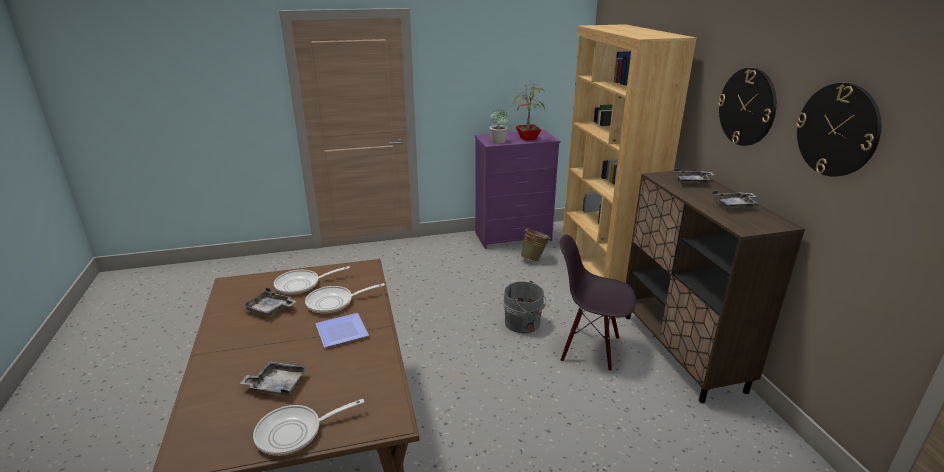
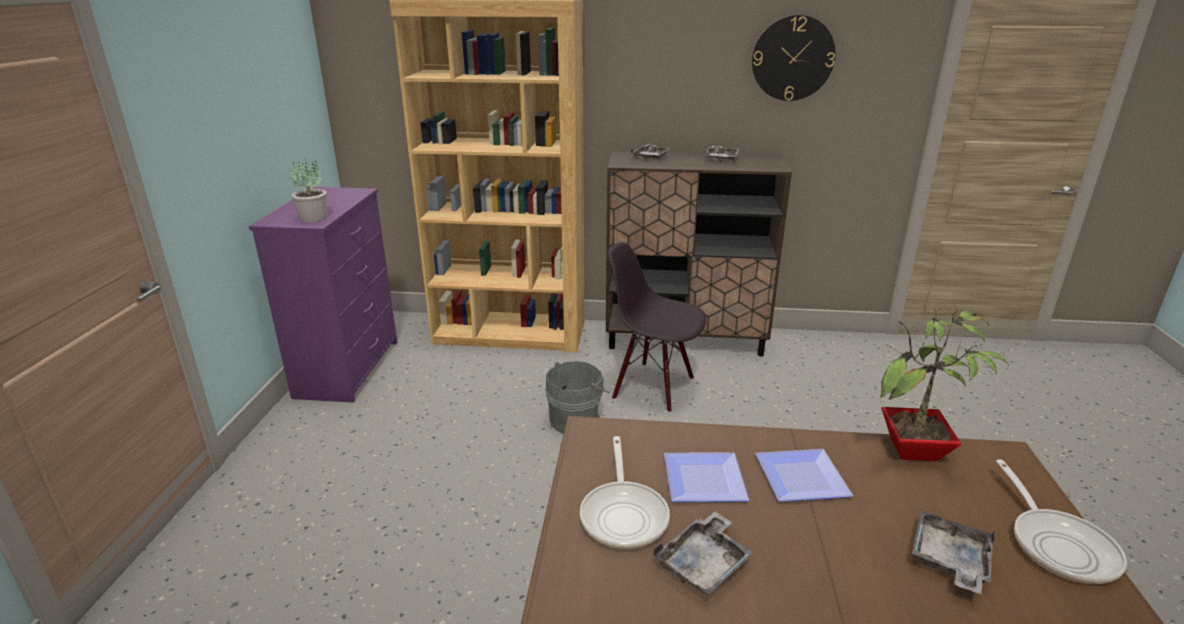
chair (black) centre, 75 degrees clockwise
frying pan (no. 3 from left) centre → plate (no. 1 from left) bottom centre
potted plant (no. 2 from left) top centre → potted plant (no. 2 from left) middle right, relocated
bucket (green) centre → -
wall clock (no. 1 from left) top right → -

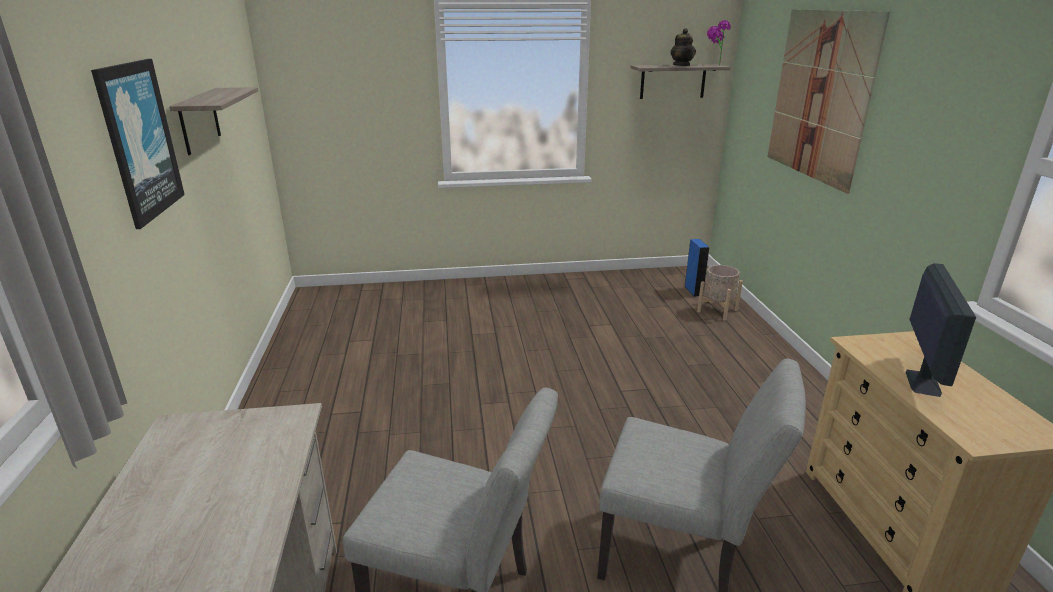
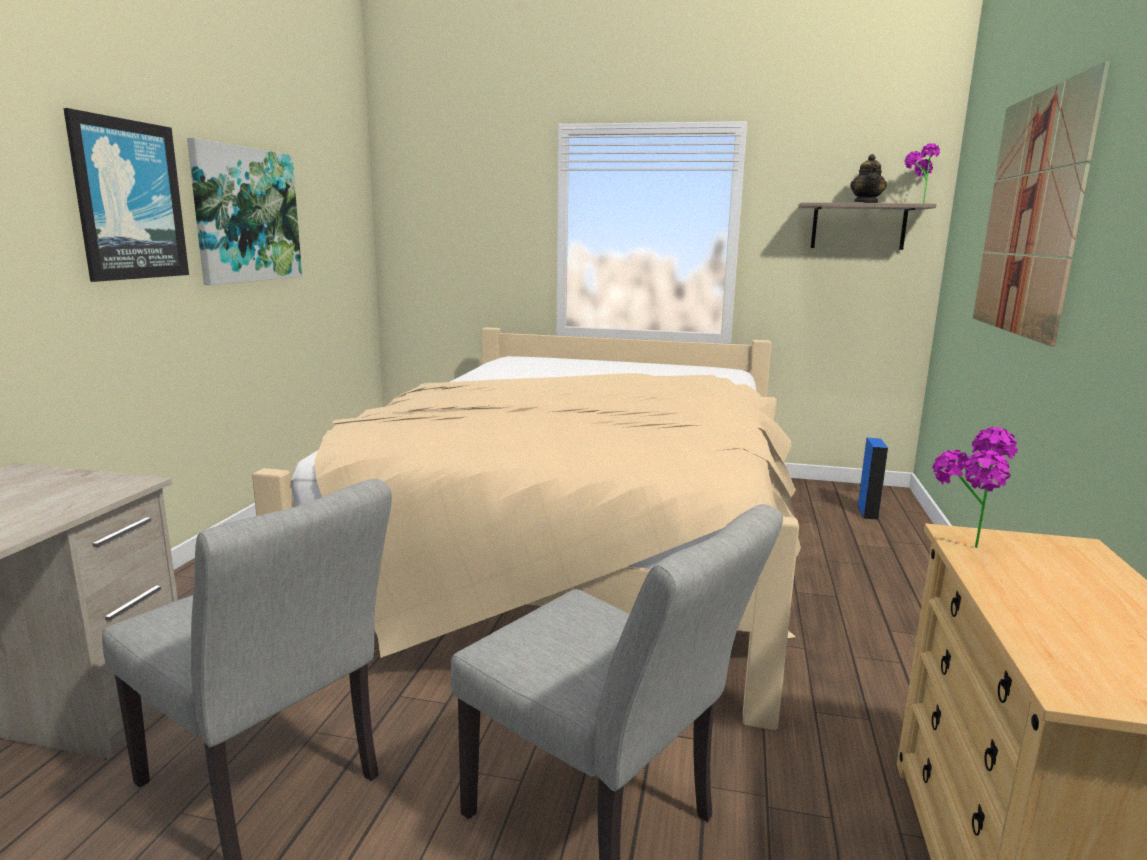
shelf (no. 1 from left) top left → picture (no. 2 from left) top left
- → bed (beige) centre
- → potted plant (no. 2 from left) middle right
planter (beige) middle right → -
monitor middle right → -

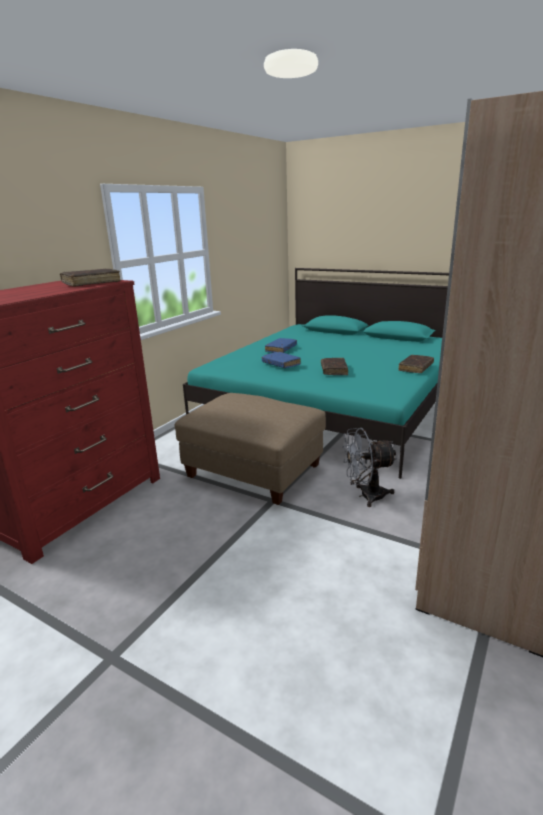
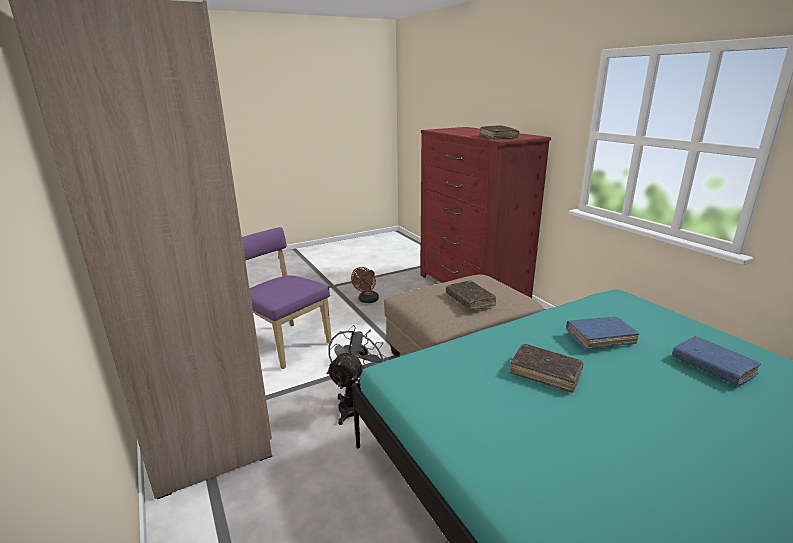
- → chair (purple) centre
- → fan (brown) centre
book (brown) (no. 3 from left in the first image) middle right → book (brown) (no. 1 from left) centre, relocated

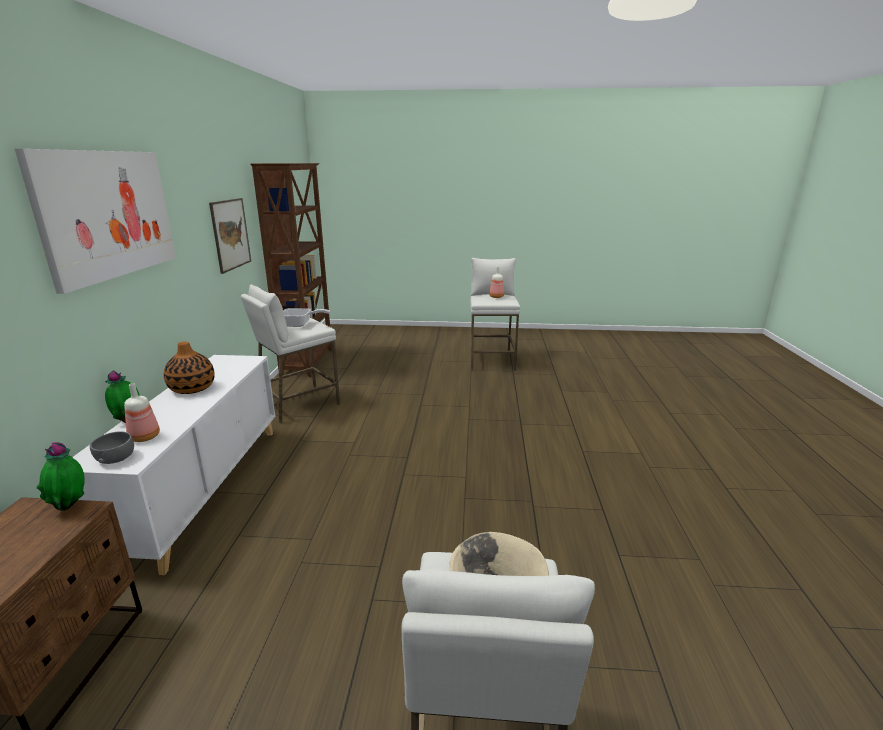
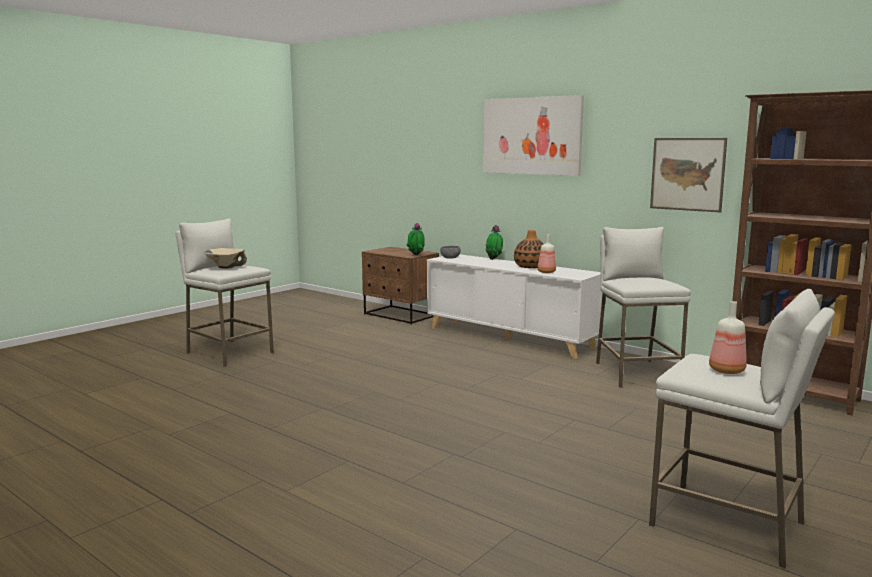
bottle (no. 1 from left) middle left → bottle (no. 1 from left) centre, relocated
frying pan centre → -

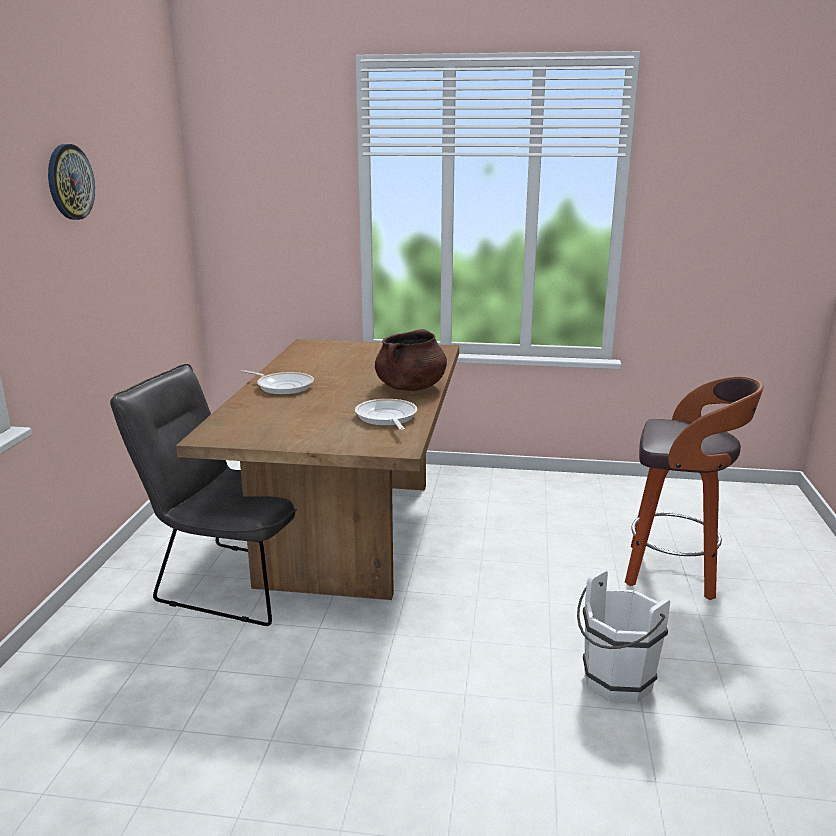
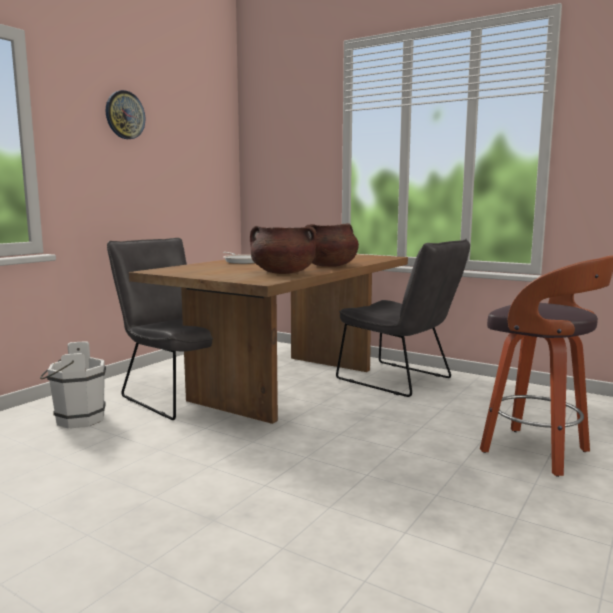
bucket (white) bottom right → bucket (white) middle left, relocated
frying pan (no. 2 from left) centre → cooking pot (brown) (no. 1 from left) centre
- → chair (grey) (no. 2 from left) centre

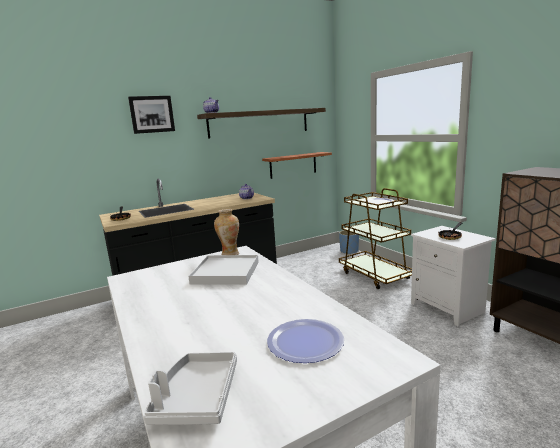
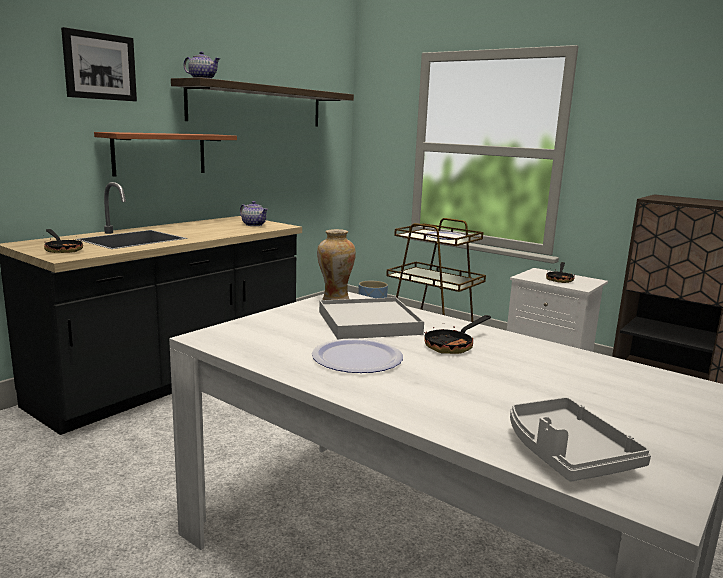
shelf (no. 2 from left in the first image) centre → shelf (no. 1 from left) top left, relocated
plate (no. 1 from left) bottom centre → plate (no. 1 from left) centre, relocated
- → frying pan (no. 2 from left) centre

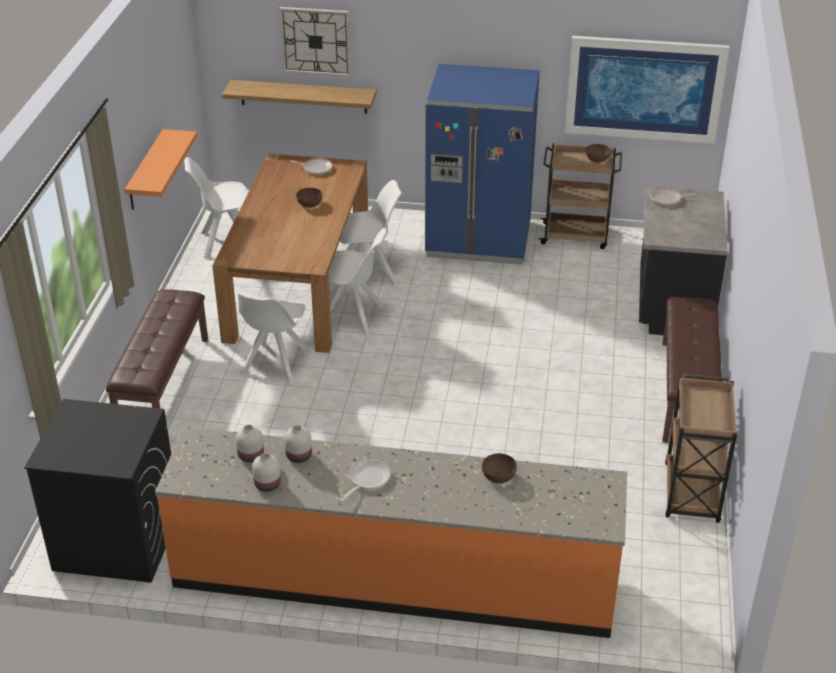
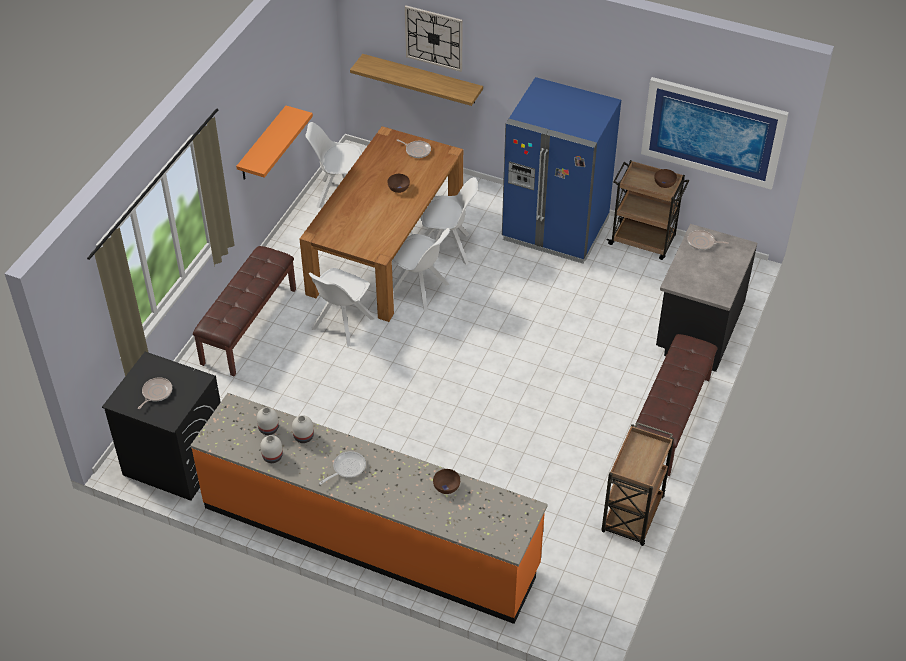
- → frying pan (no. 1 from left) middle left

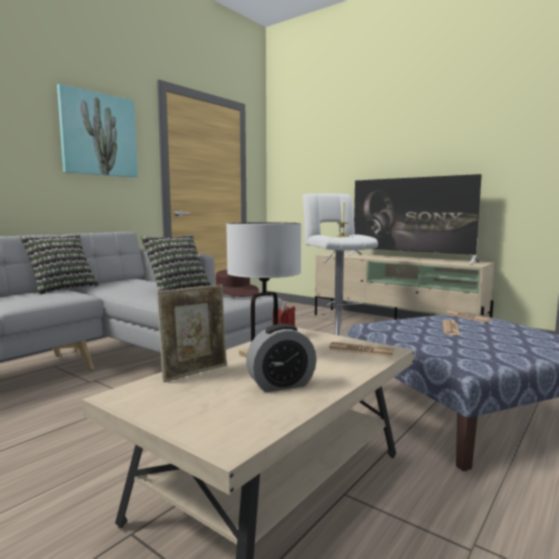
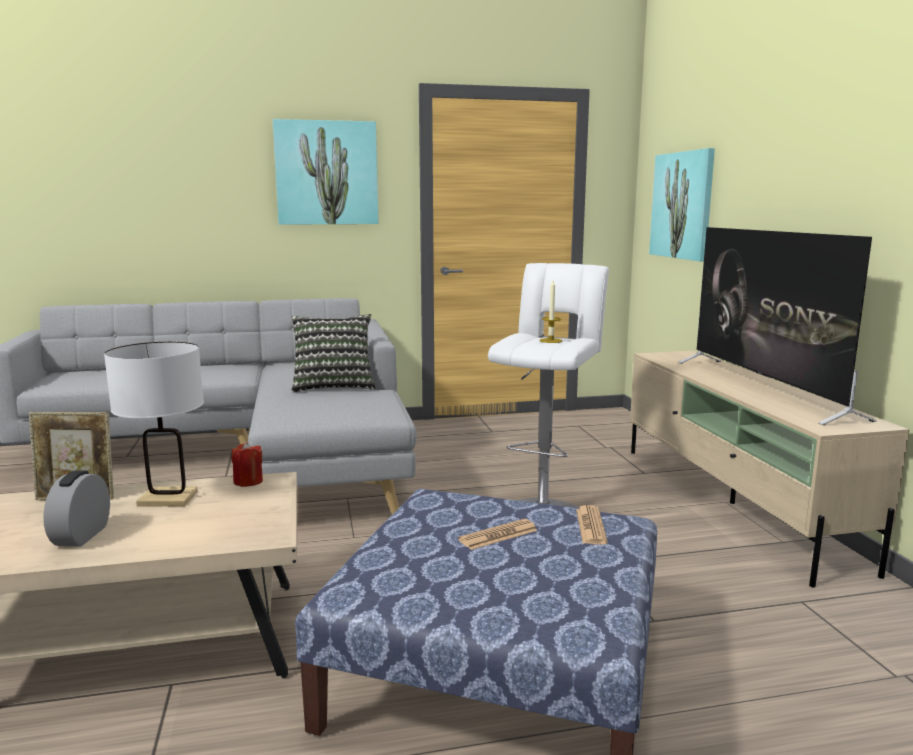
alarm clock centre → alarm clock bottom left, 75 degrees clockwise
- → picture (no. 2 from left) top right
pillow (no. 1 from left) middle left → -
hat (brown) centre → -
newspaper (no. 1 from left) centre → -

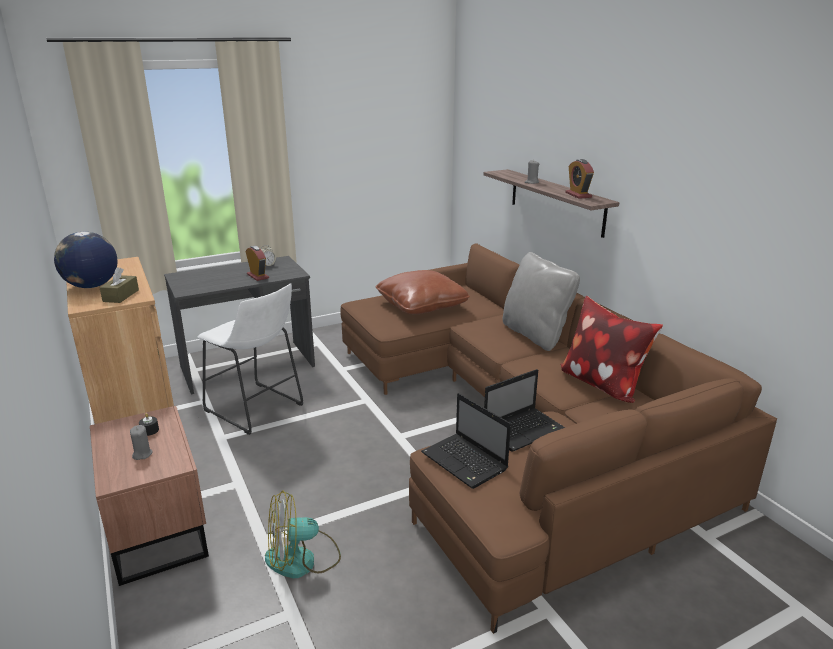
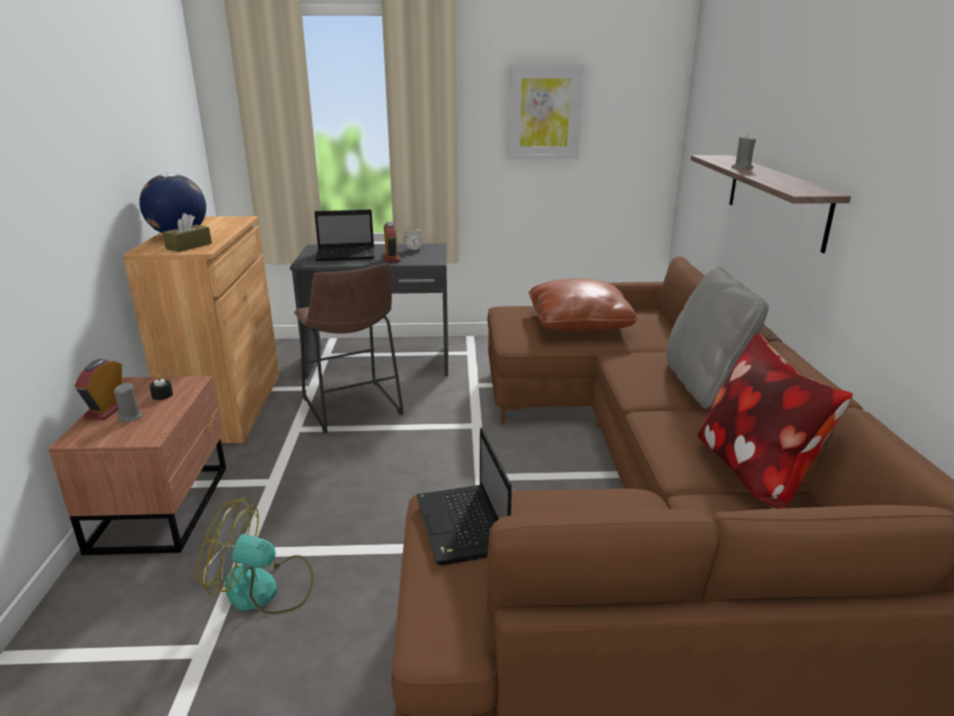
alarm clock (no. 3 from left in the first image) top right → alarm clock (no. 1 from left) middle left, relocated
stool (white) middle left → stool (brown) centre
laptop (no. 2 from left in the first image) centre → laptop (no. 1 from left) top centre, relocated
- → picture top centre

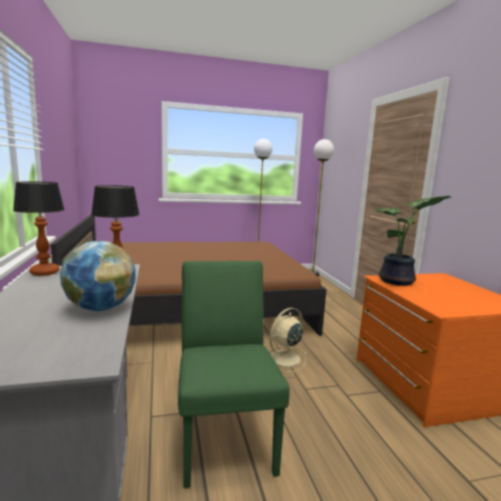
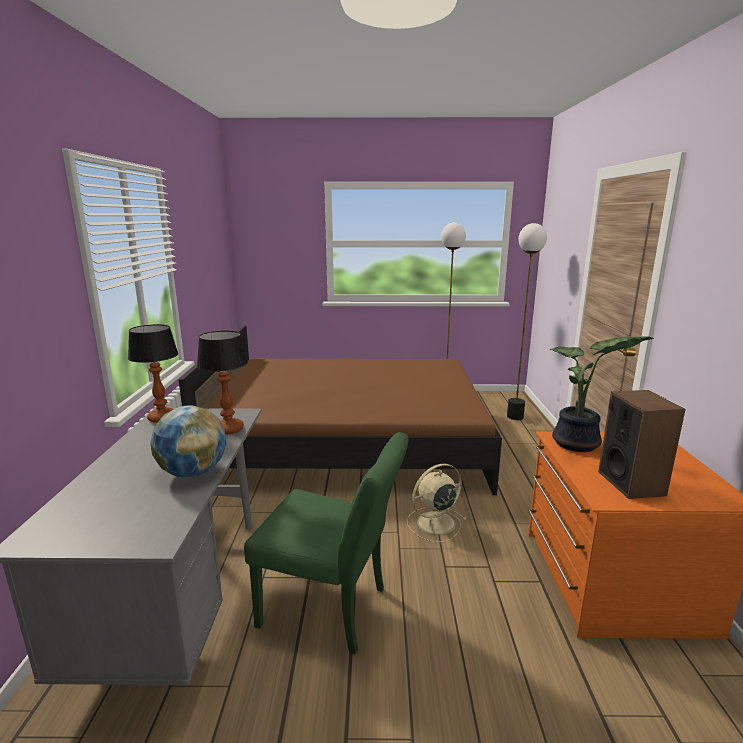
chair (green) bottom centre, 105 degrees clockwise
- → speaker middle right

